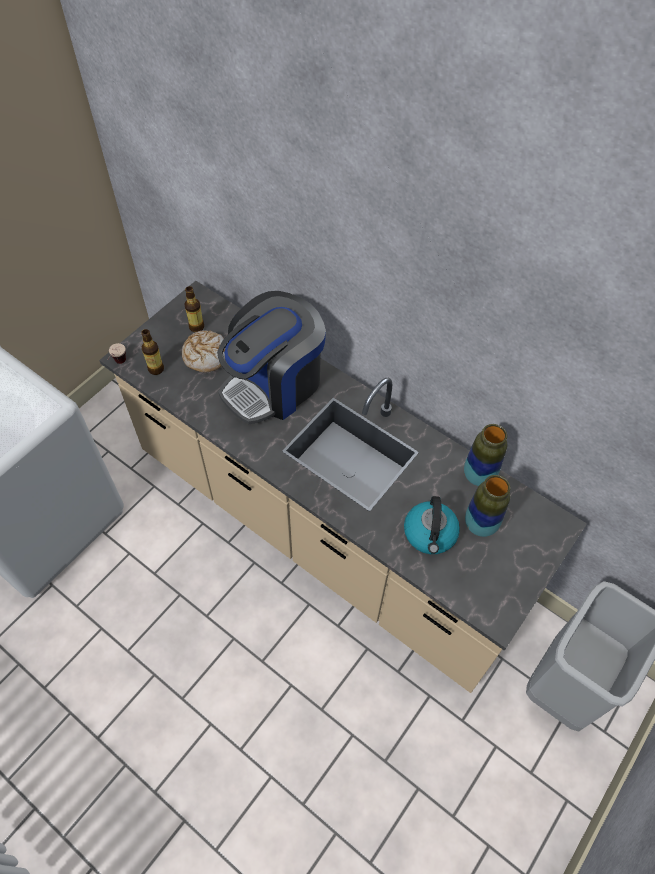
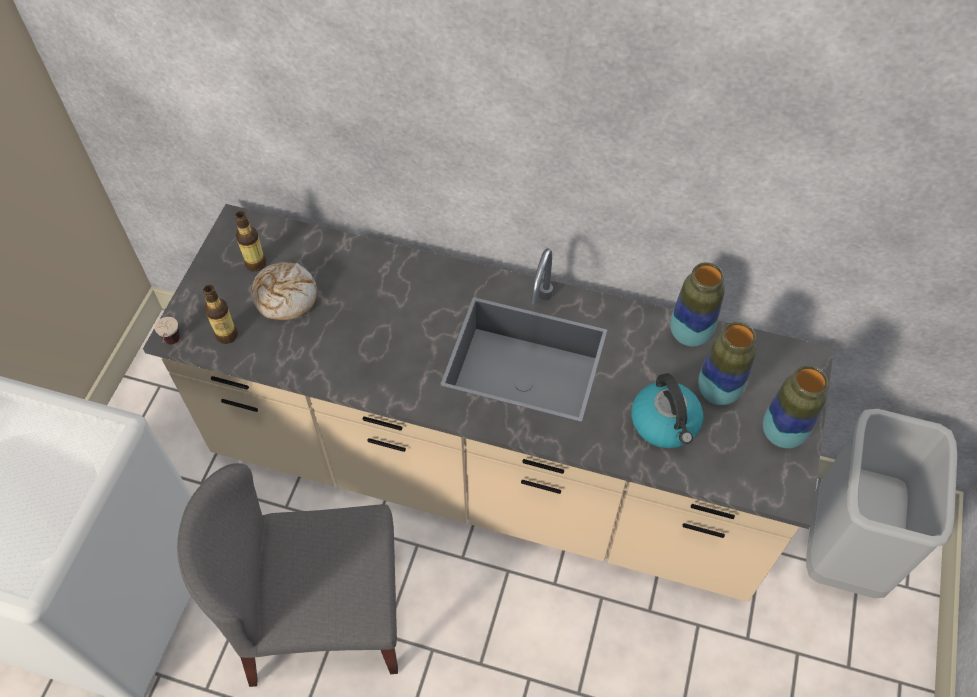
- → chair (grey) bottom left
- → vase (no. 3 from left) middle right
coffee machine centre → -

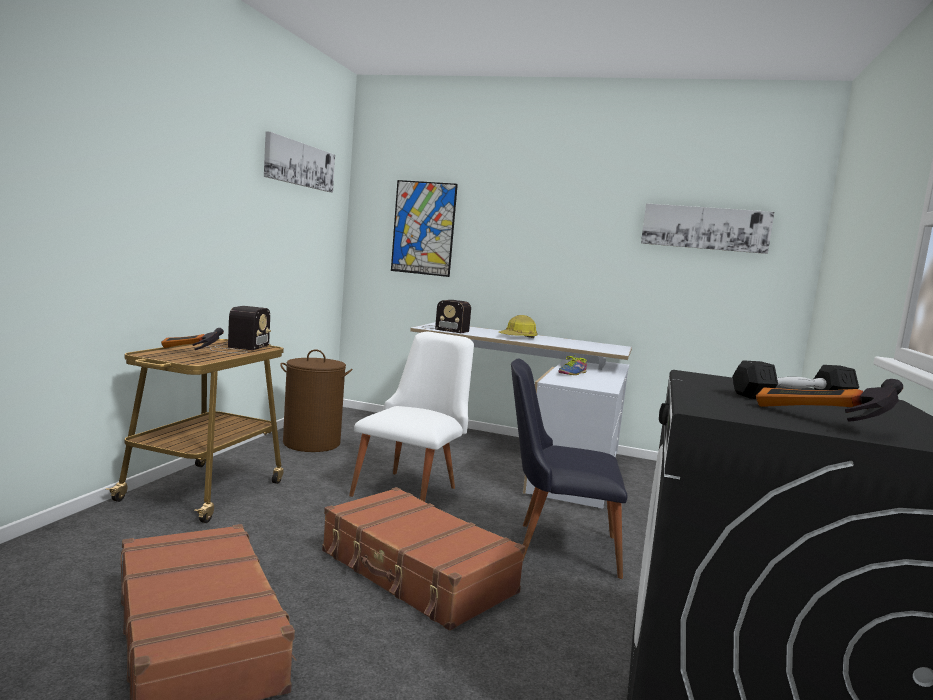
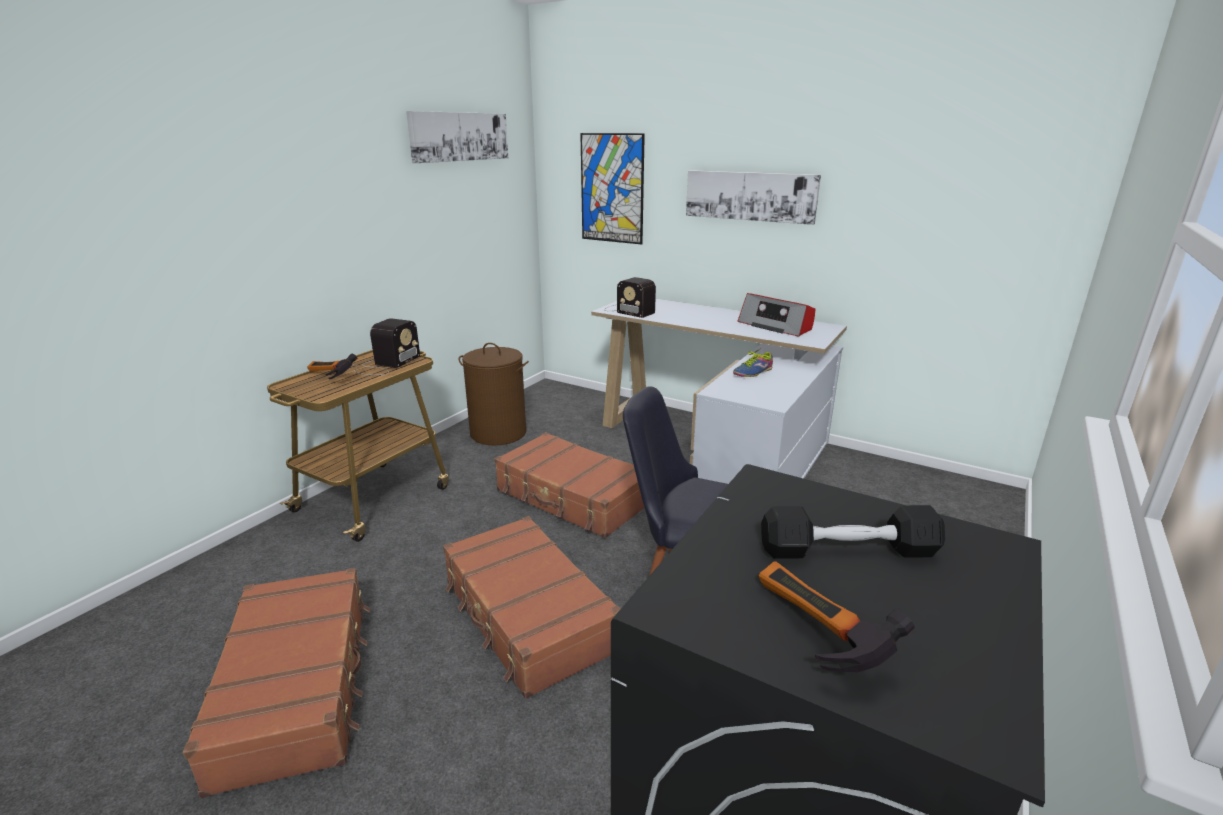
chair (white) centre → suitcase (brown) (no. 3 from left) centre
picture (no. 3 from left) top right → picture (no. 3 from left) top centre, relocated
- → radio (no. 3 from left) centre
hard hat centre → -

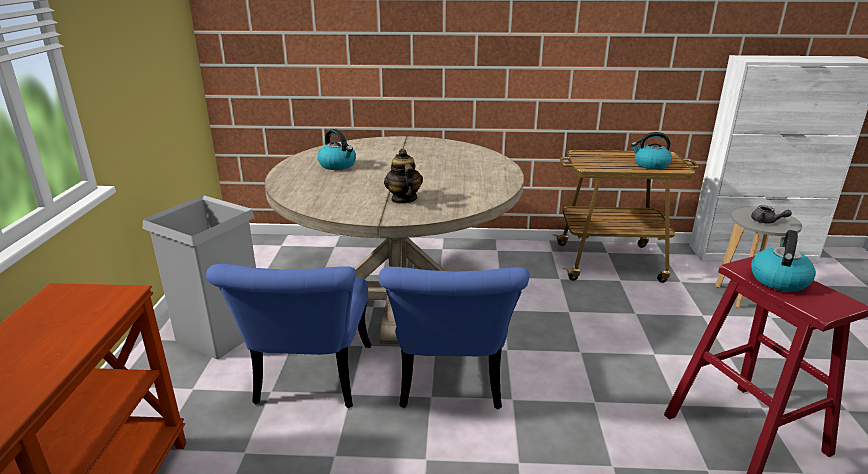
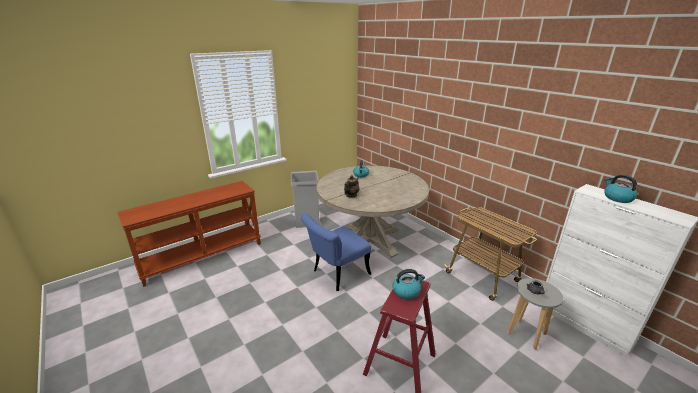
kettle (no. 2 from left in the first image) top right → kettle (no. 3 from left) middle right, relocated
chair (blue) (no. 1 from left) bottom left → -

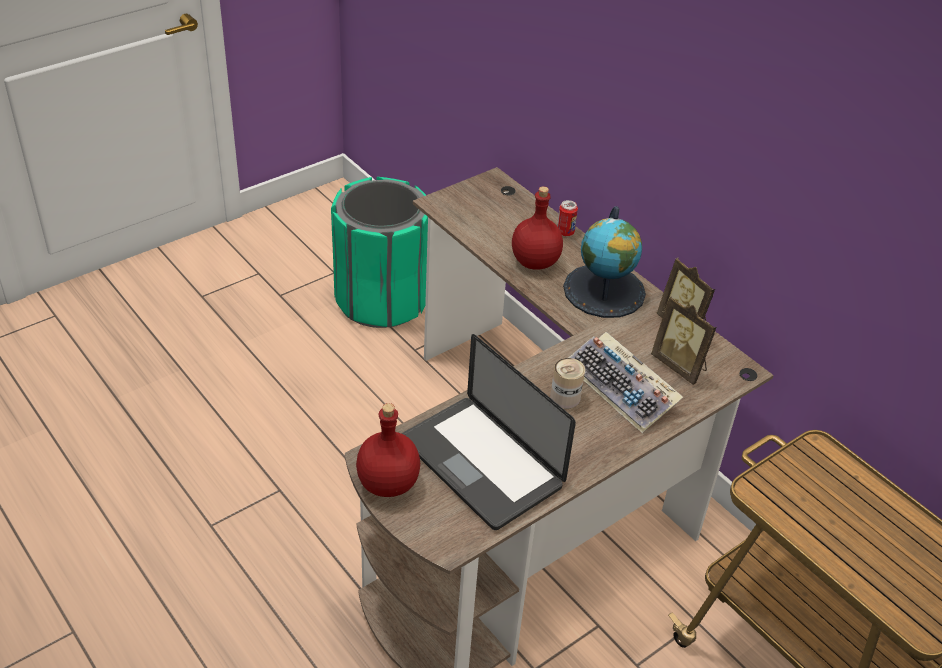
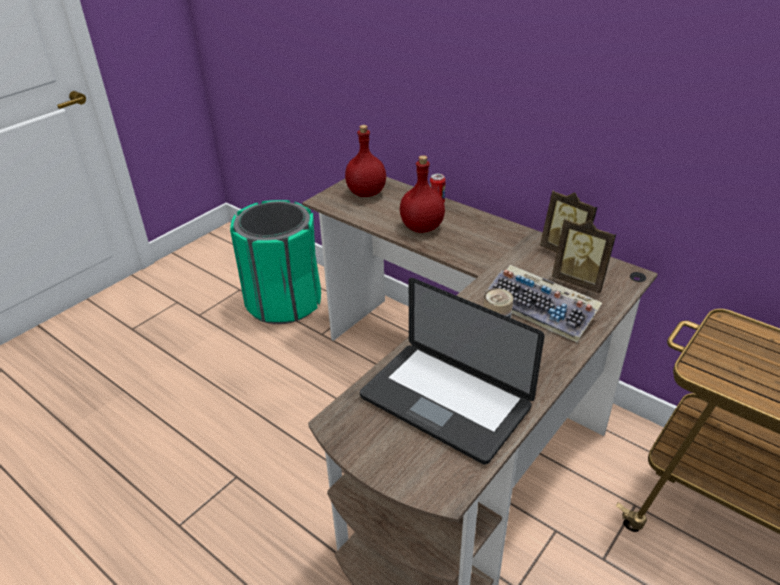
bottle (red) (no. 1 from left) bottom centre → bottle (red) (no. 1 from left) top centre, relocated
globe centre → -

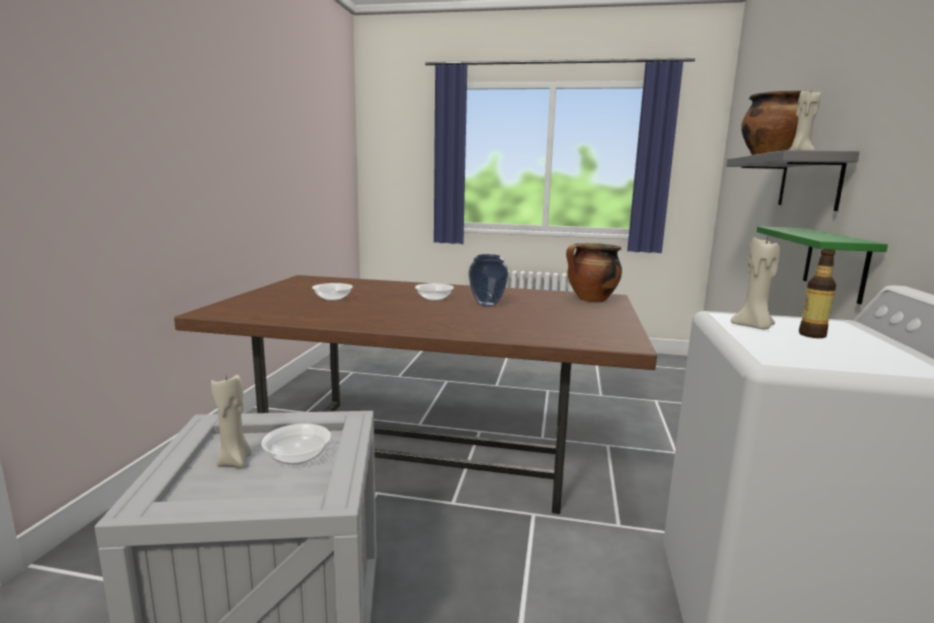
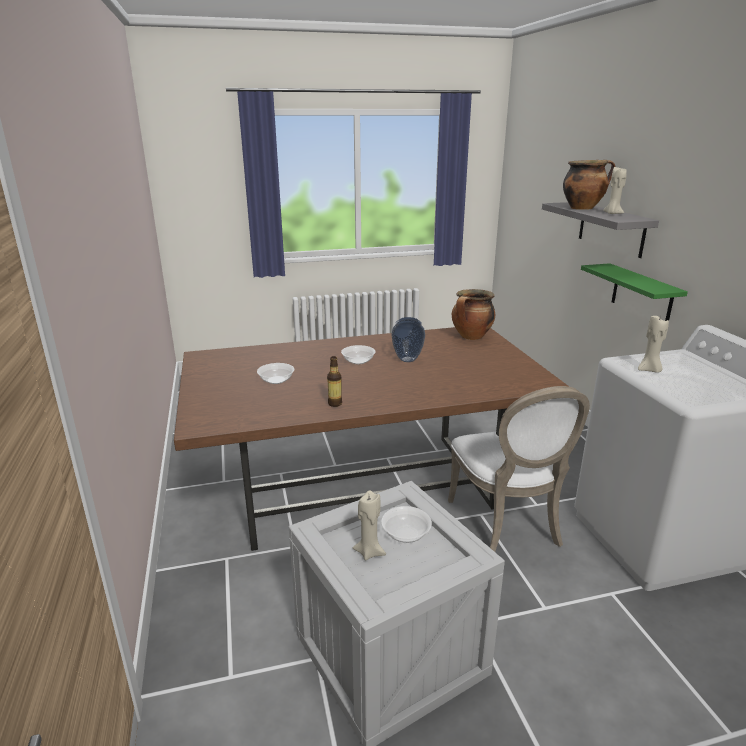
bottle middle right → bottle centre, relocated
- → chair (white) middle right

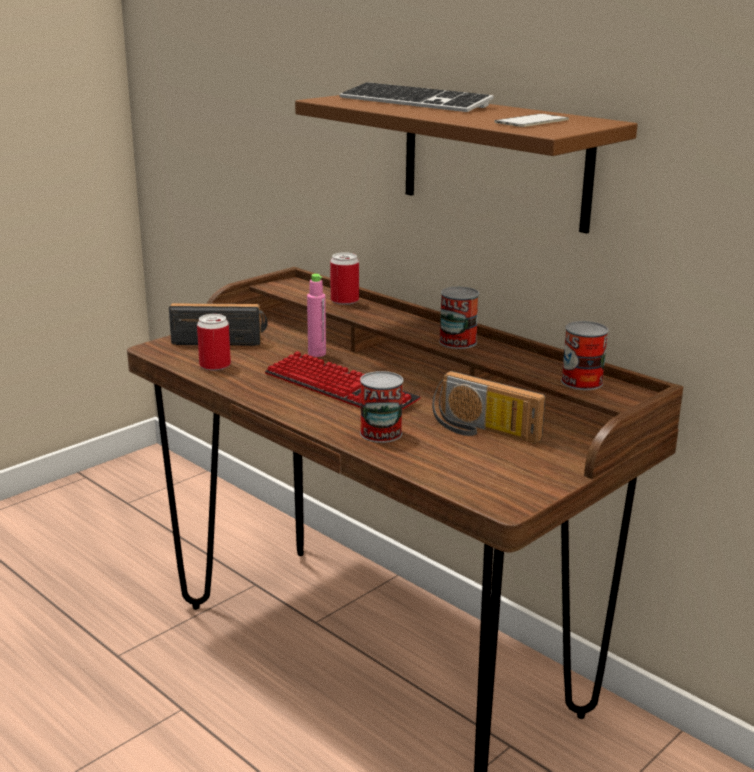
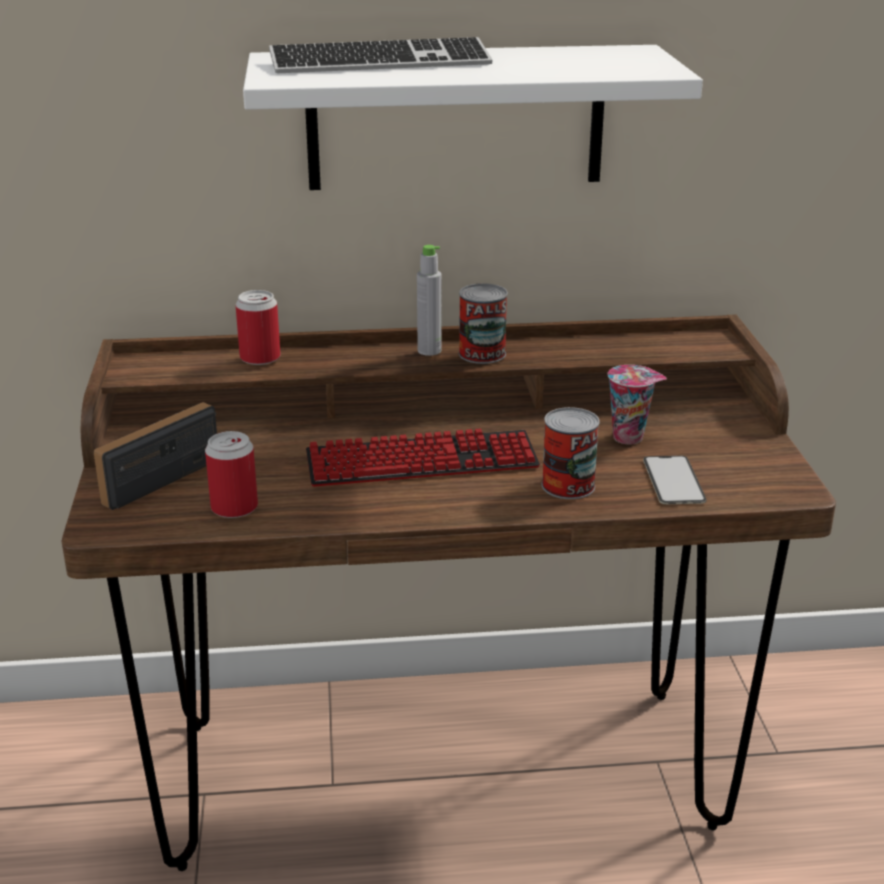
shelf (brown) top centre → shelf (white) top centre
- → bottle (grey) centre
radio (no. 2 from left) centre → cup middle right
phone top right → phone middle right, relocated
bottle (pink) centre → -
can (no. 5 from left) middle right → -

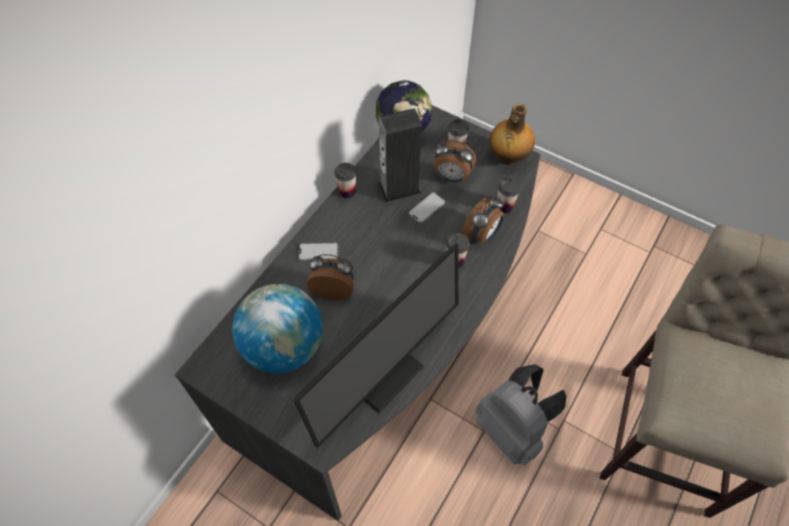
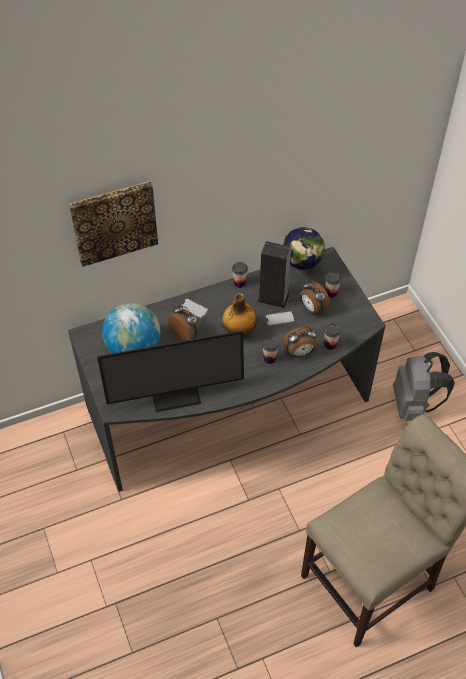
- → picture top left
bottle top centre → bottle centre, relocated
backpack (grey) bottom centre → backpack (grey) middle right, relocated

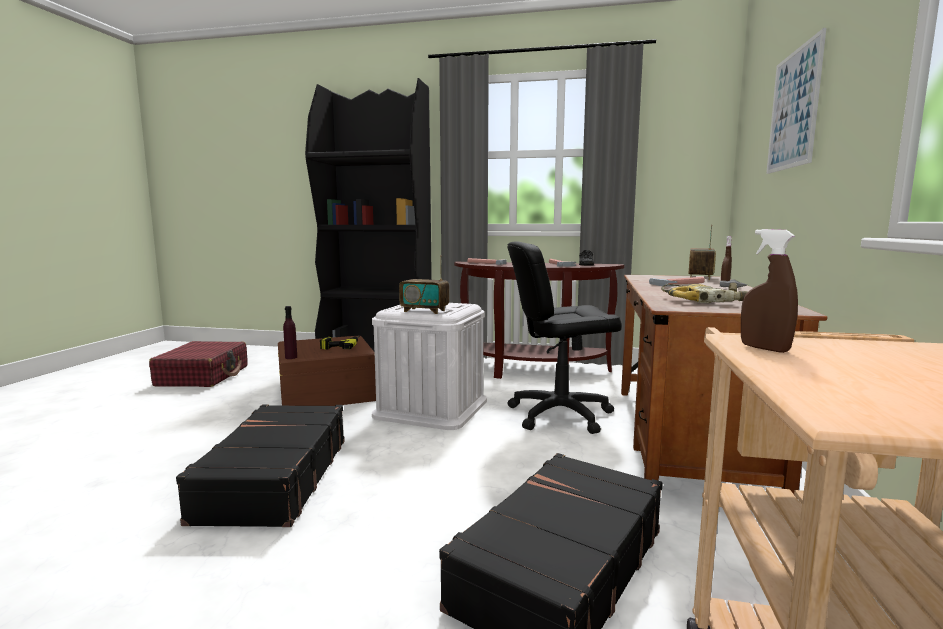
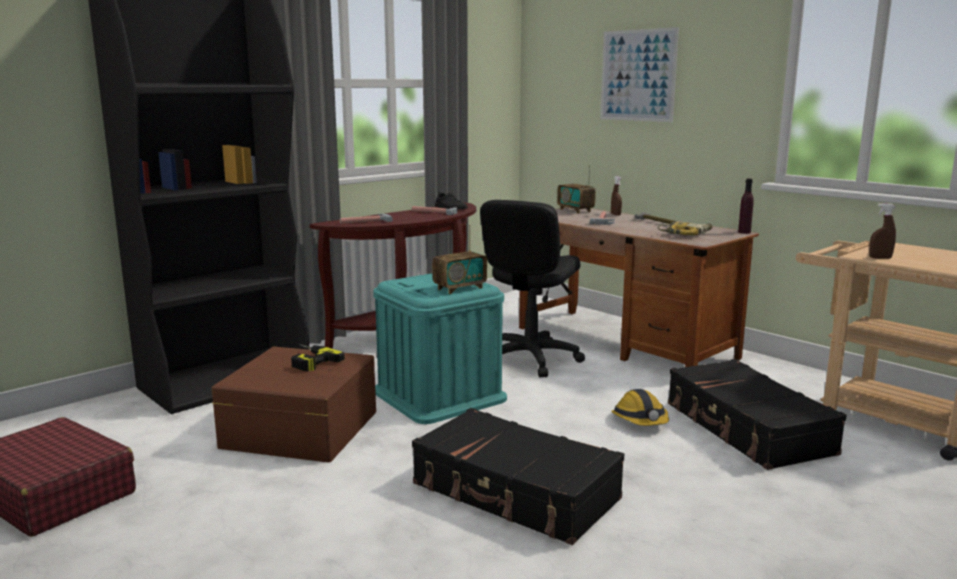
storage box (white) centre → storage box (turquoise) centre
- → hard hat bottom right
bottle (purple) middle left → bottle (purple) middle right, relocated

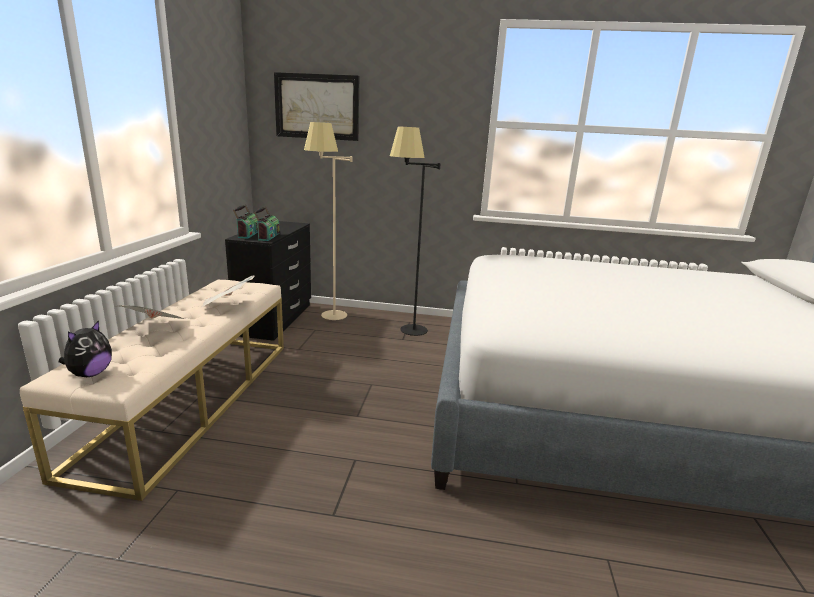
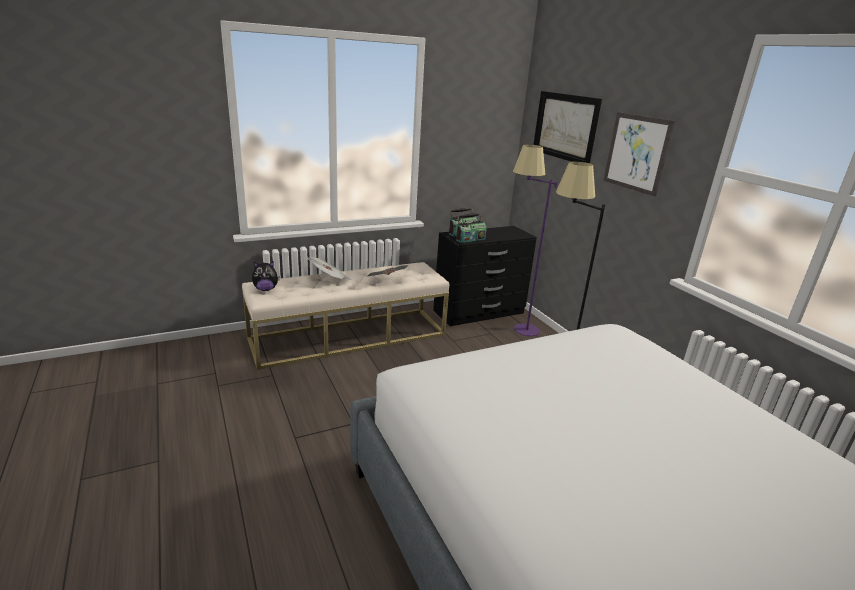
floor lamp (beige) centre → floor lamp (purple) centre
- → picture (no. 2 from left) top right

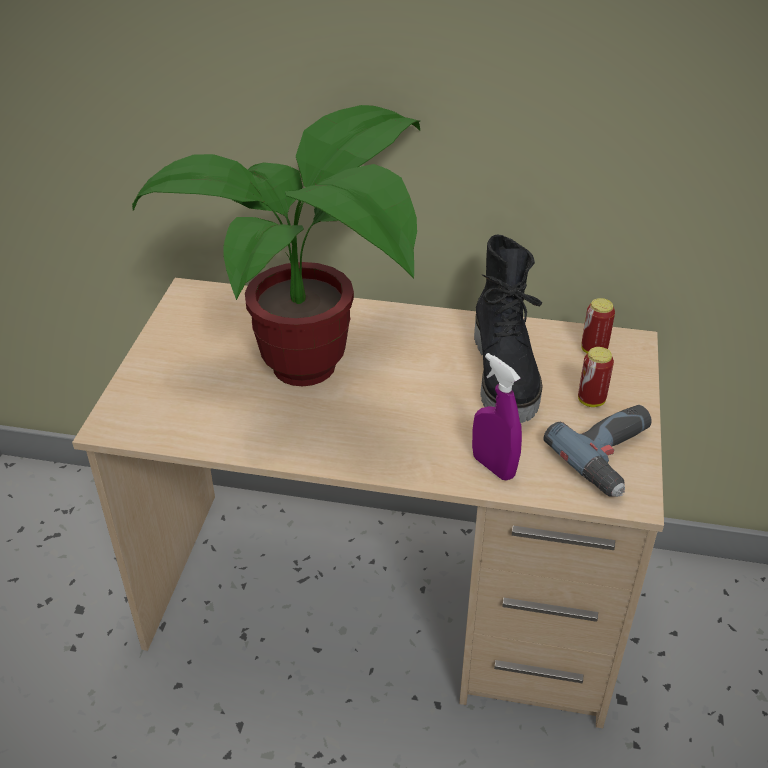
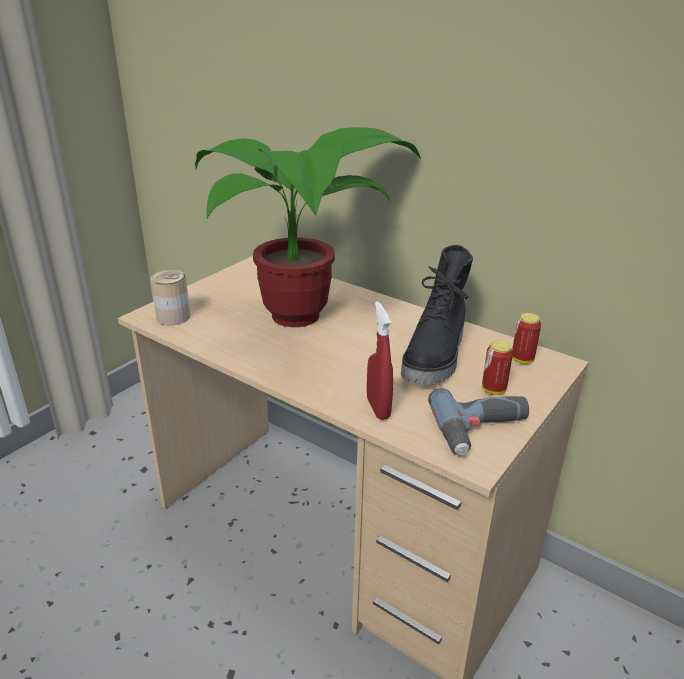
- → can (no. 1 from left) middle left
spray bottle (purple) centre → spray bottle (red) centre

